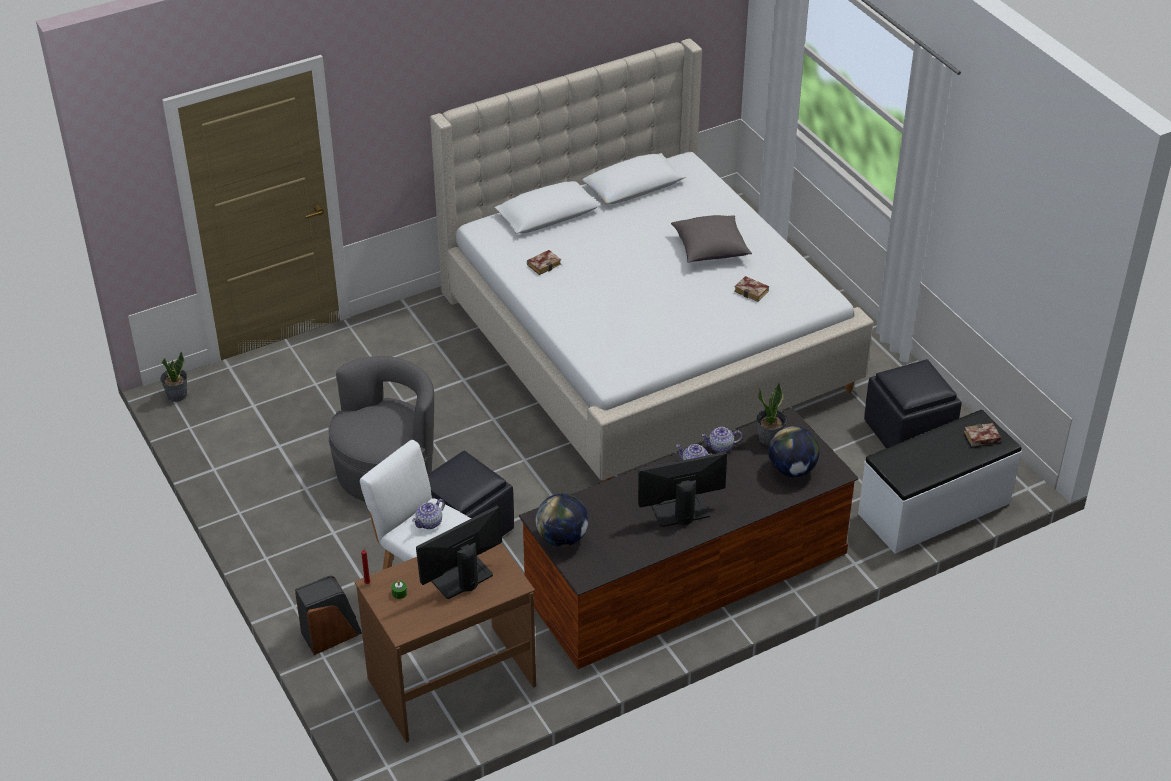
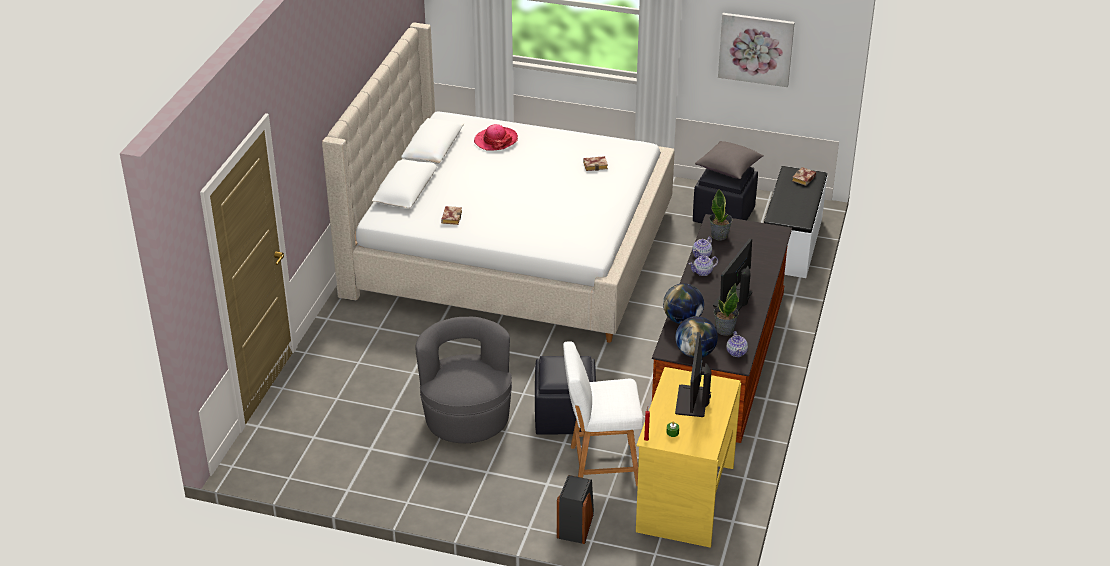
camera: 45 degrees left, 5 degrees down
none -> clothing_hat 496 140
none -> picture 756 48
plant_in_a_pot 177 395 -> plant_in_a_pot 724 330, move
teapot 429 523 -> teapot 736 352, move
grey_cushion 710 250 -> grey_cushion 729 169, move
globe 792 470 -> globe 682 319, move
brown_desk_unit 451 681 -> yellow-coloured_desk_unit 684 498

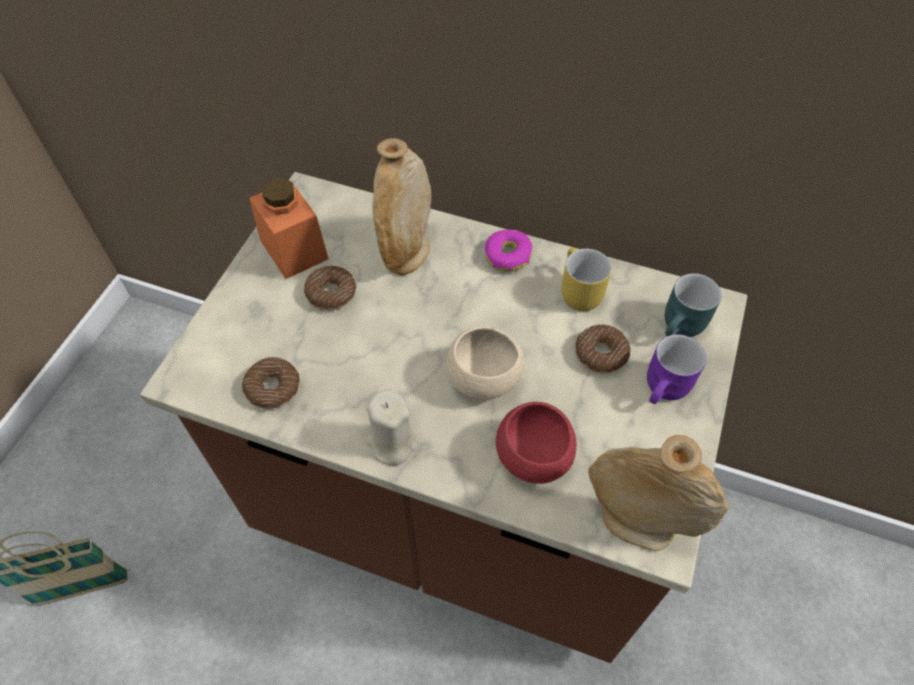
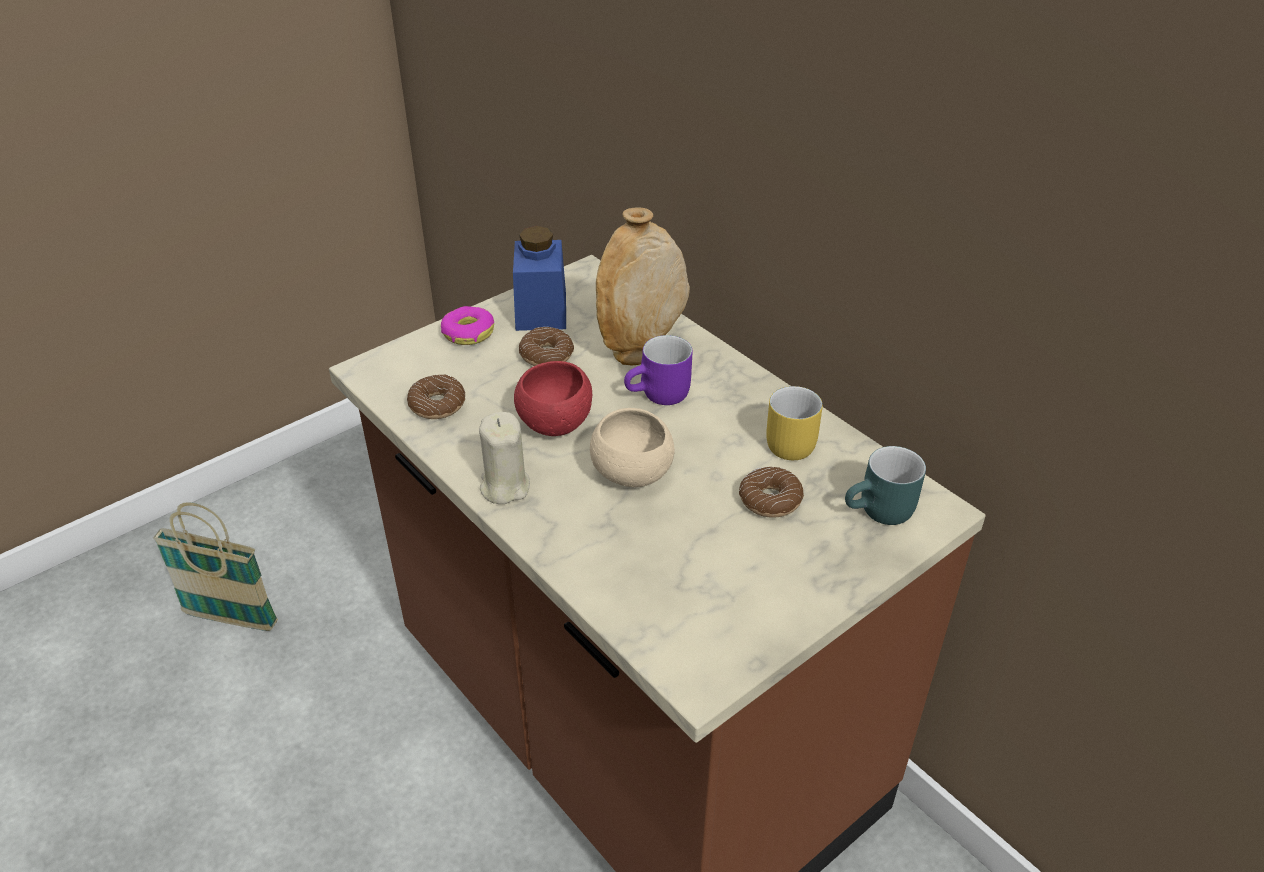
camera: 30 degrees right, 15 degrees down
sand-coloured_vase 637 523 -> none
donut 507 256 -> donut 468 333, move
reddish_serving_bowl 533 458 -> reddish_serving_bowl 554 423, move
purple_mug 667 390 -> purple_mug 660 396, move
orange_preserve_jar 294 249 -> bluish_preserve_jar 541 311

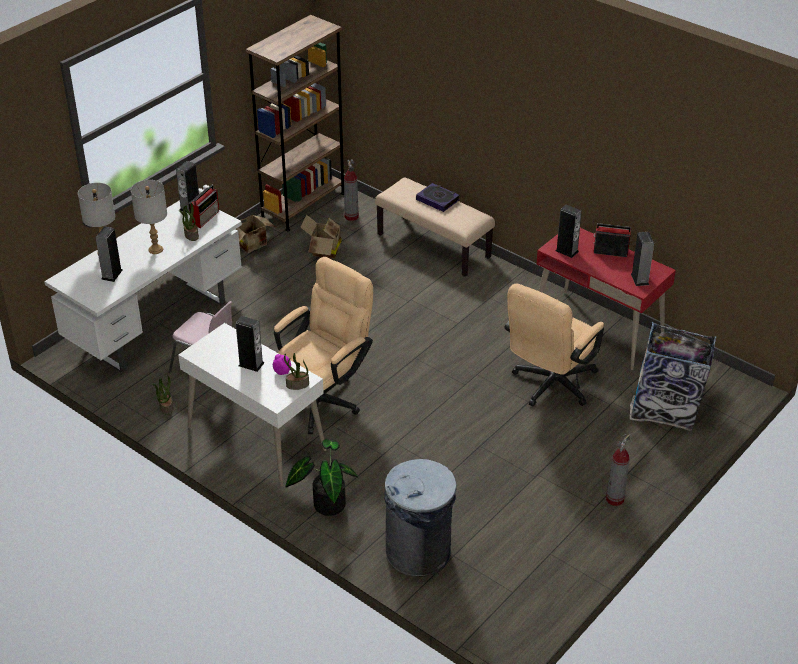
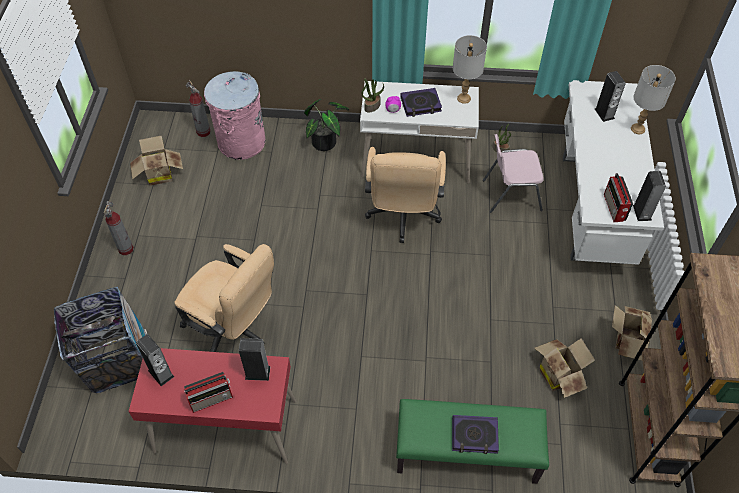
camera: 145 degrees right, 15 degrees up
plant_in_a_pot 191 235 -> none
none -> packing_box 158 174
grey_lamp_for_a_table 156 249 -> grey_lamp_for_a_table 463 98, move
extinguisher 351 216 -> extinguisher 203 132, move
speaker 251 364 -> bound_book 420 105
sand-coloured_indoor_bench 434 245 -> greenish_indoor_bench 466 454
grey_rubbish_bin 418 553 -> pinkish_rubbish_bin 241 142
sand-coloured_office_chair 549 386 -> sand-coloured_office_chair 233 329, 120 degrees clockwise

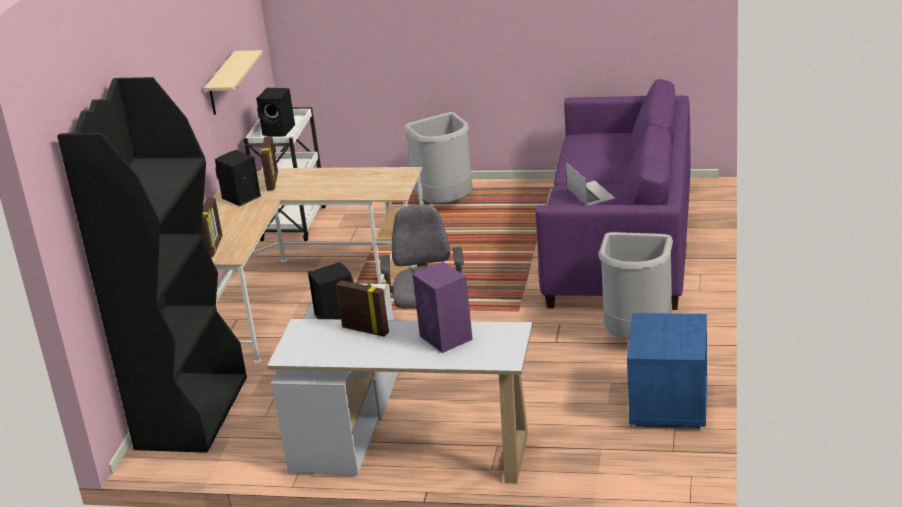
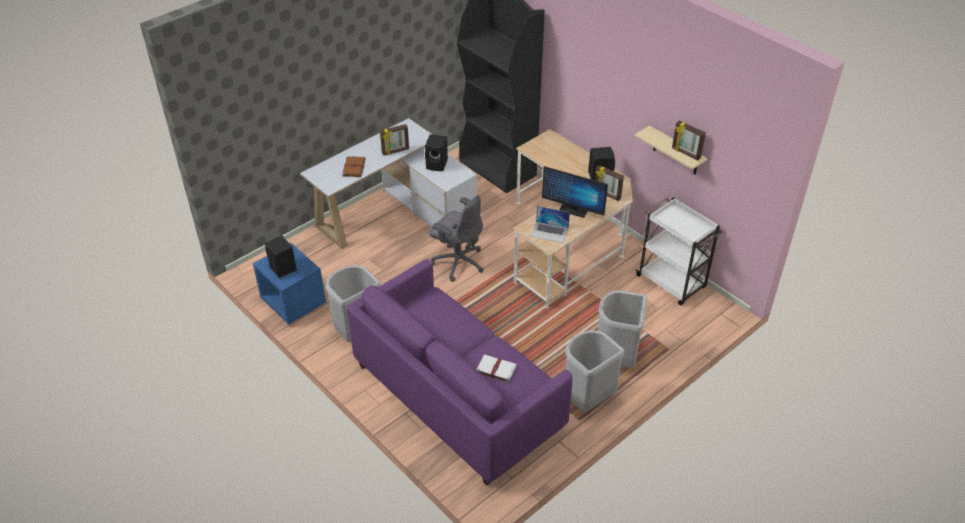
camera: 125 degrees right, 15 degrees up
none -> white_bound_book 495 369
none -> monitor 573 210
none -> grey_rubbish_bin 587 399
standing_frame 214 247 -> standing_frame 685 153, move
black-coloured_speaker 280 130 -> black-coloured_speaker 282 268, move
laptop 590 193 -> laptop 549 232, move
purple_speaker 446 338 -> brown_bound_book 354 167

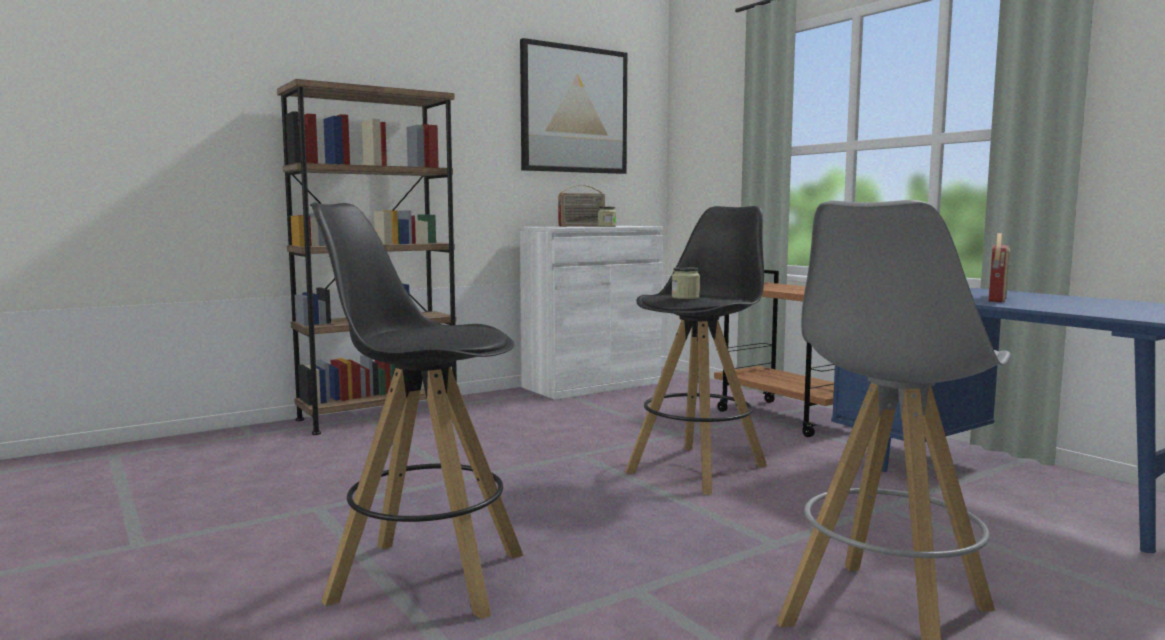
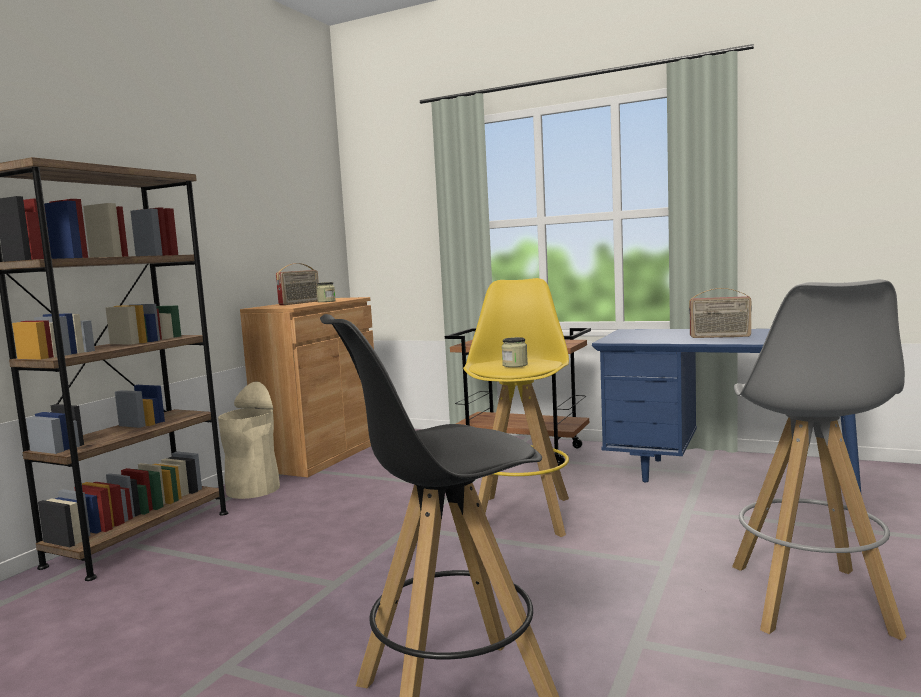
camera: 30 degrees left, 0 degrees up
picture 574 110 -> none
none -> sand-coloured_rubbish_bin 253 489
white_cupboard 591 385 -> brown_cupboard 321 455
black-coloured_stool_seat 698 468 -> yellow-coloured_stool_seat 522 514
radio_receiver 998 298 -> radio_receiver 720 337, 105 degrees clockwise

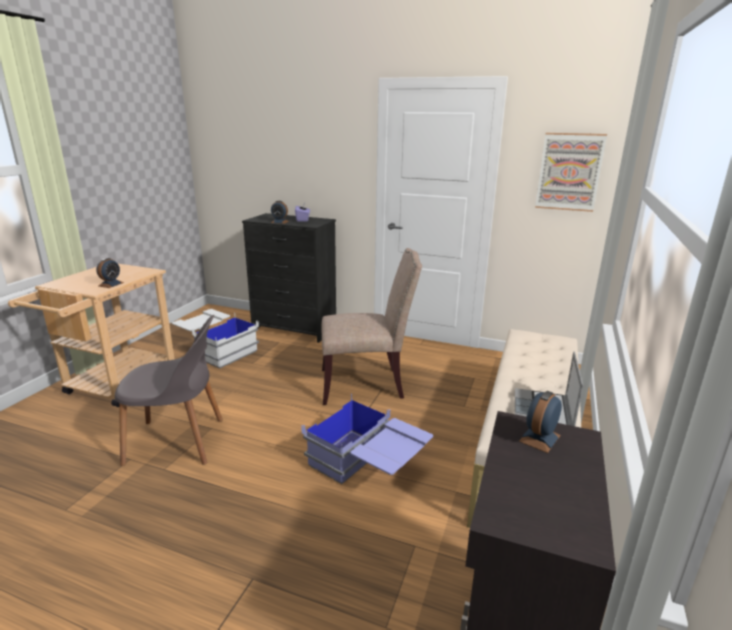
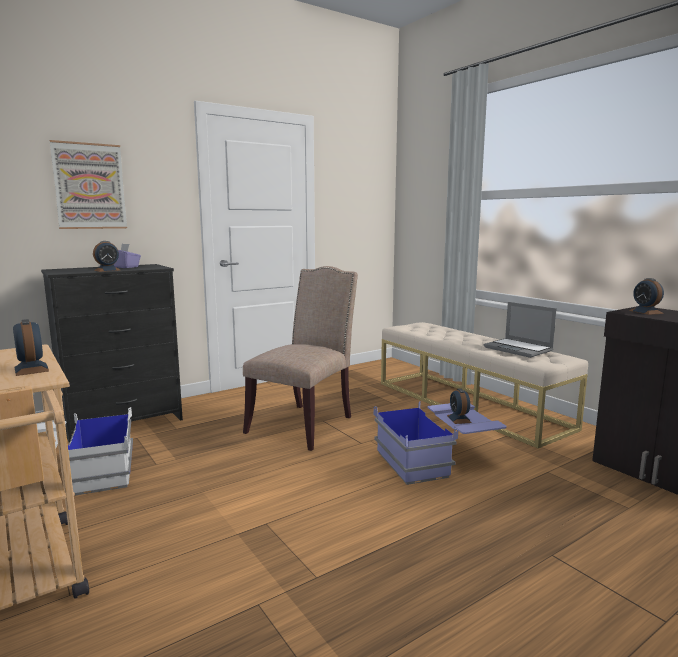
camera: 55 degrees left, 10 degrees down
grey_upright_chair 178 441 -> none
none -> alarm_clock 459 419
picture 569 172 -> picture 89 186, move

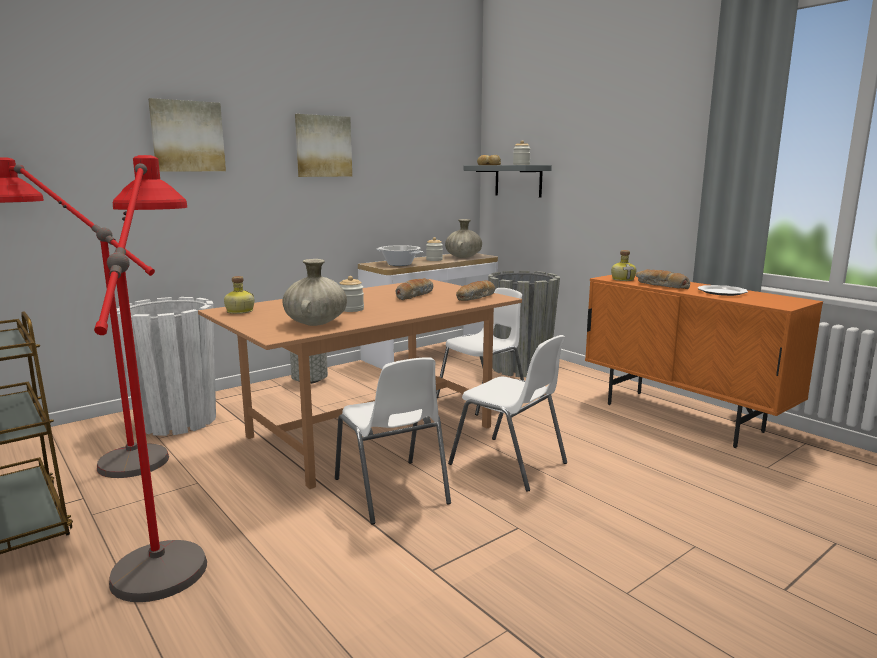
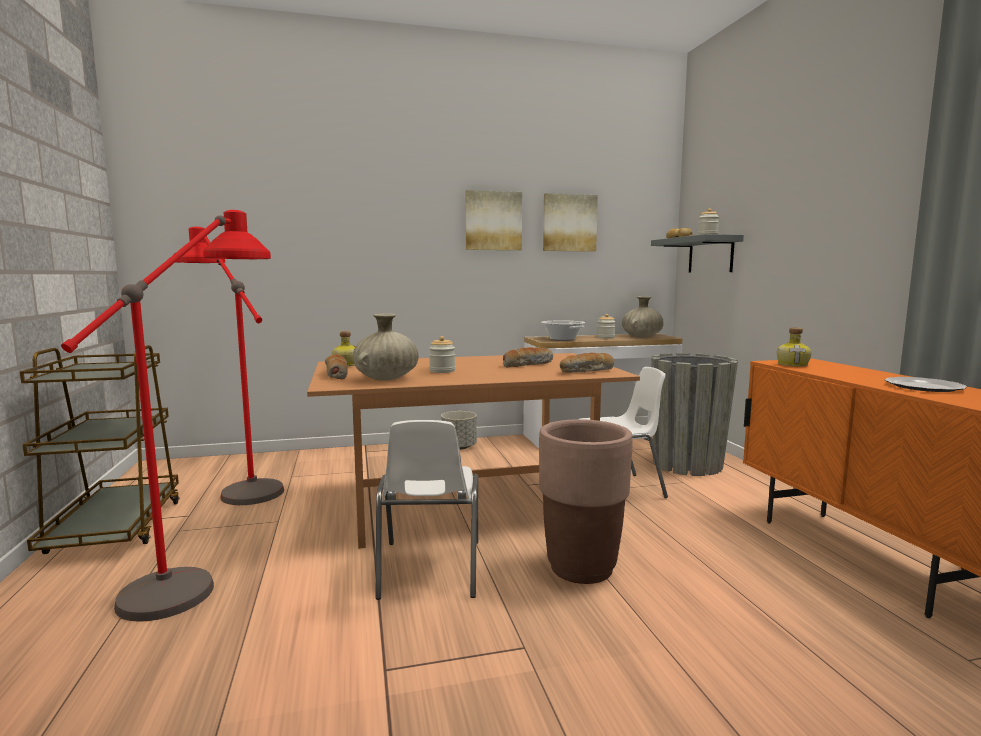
camera: 25 degrees right, 5 degrees down
white_flower_pot 177 421 -> none
picture 187 136 -> picture 569 223, move
bread 661 286 -> bread 336 374, move
white_upright_chair 509 464 -> brown_flower_pot 581 568

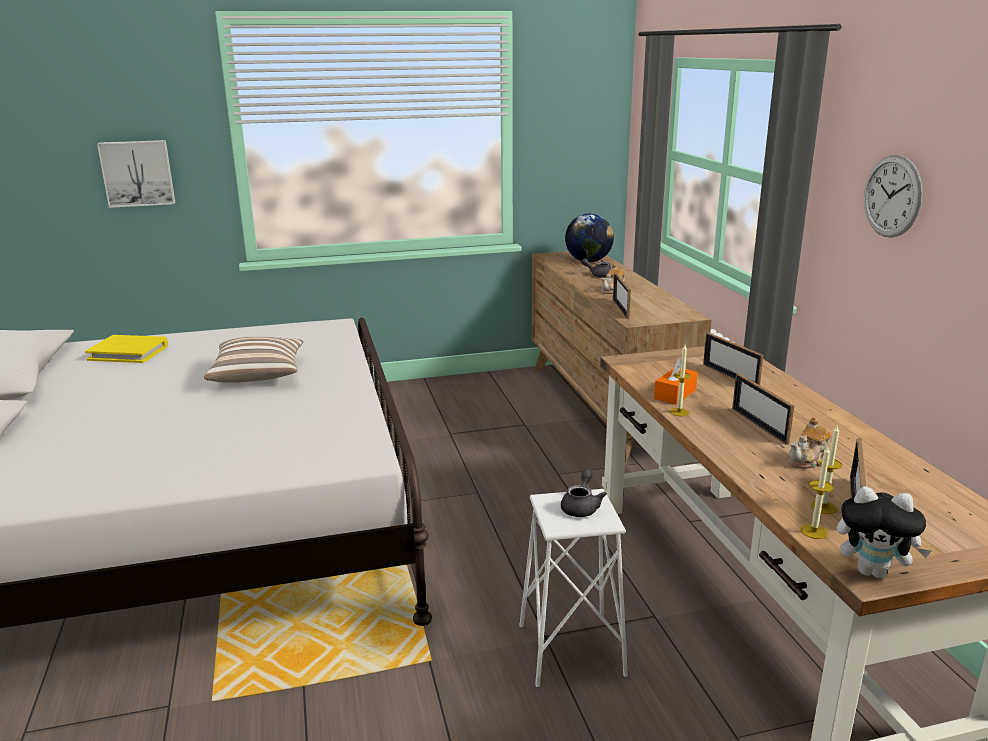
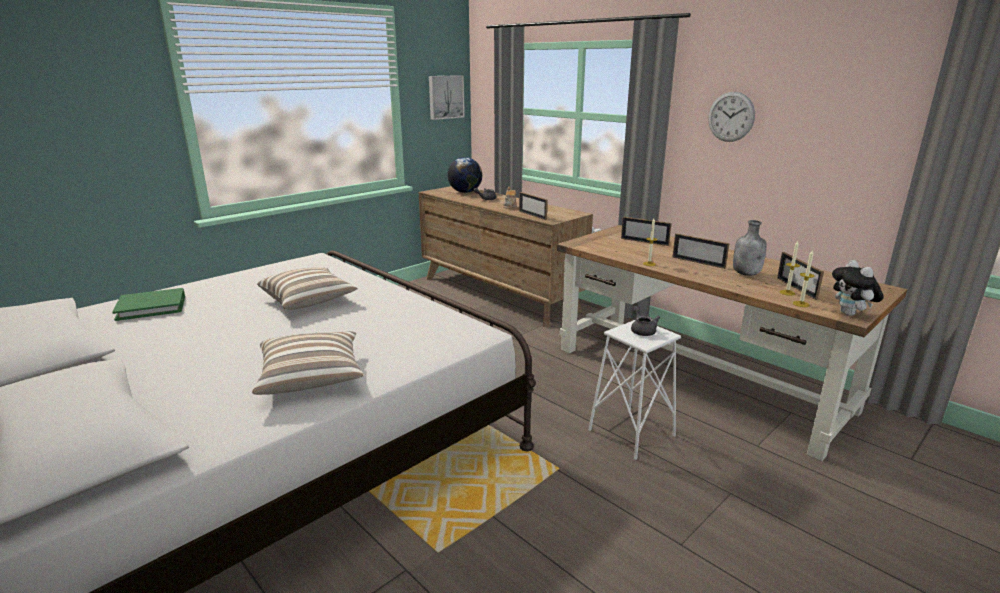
camera: 30 degrees left, 0 degrees up
orange_box_of_tissues 675 394 -> none
none -> cushion 311 378
picture 137 173 -> picture 445 97, move
teapot 808 461 -> grey_beverage_bottle 746 274
yellow-coloured_bound_book 129 352 -> greenish_bound_book 151 307
cuddly_toy 873 572 -> cuddly_toy 850 314, 90 degrees clockwise

